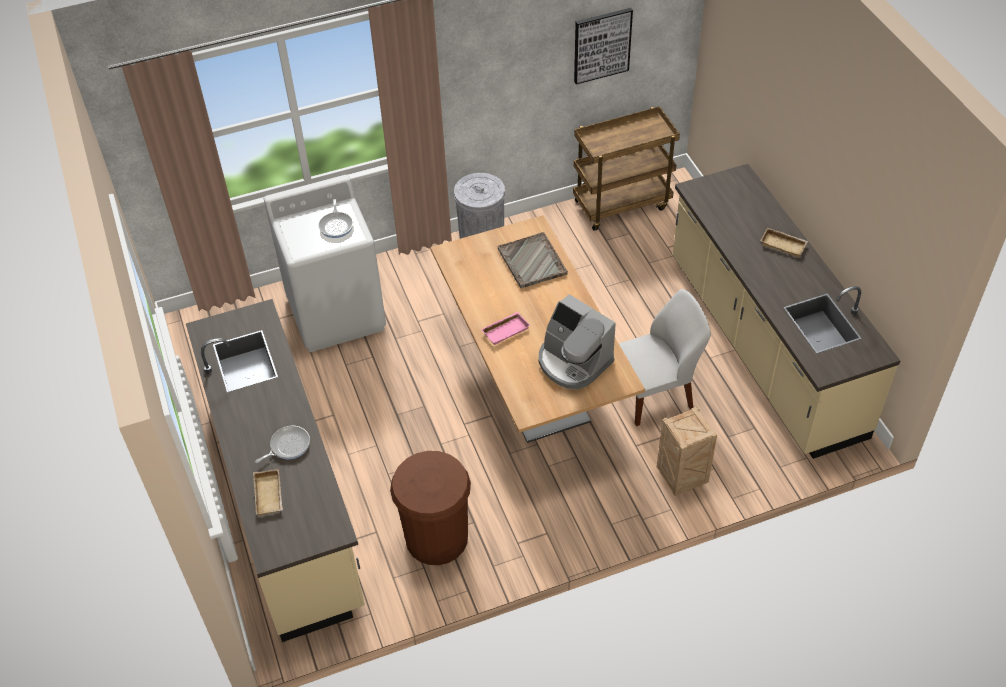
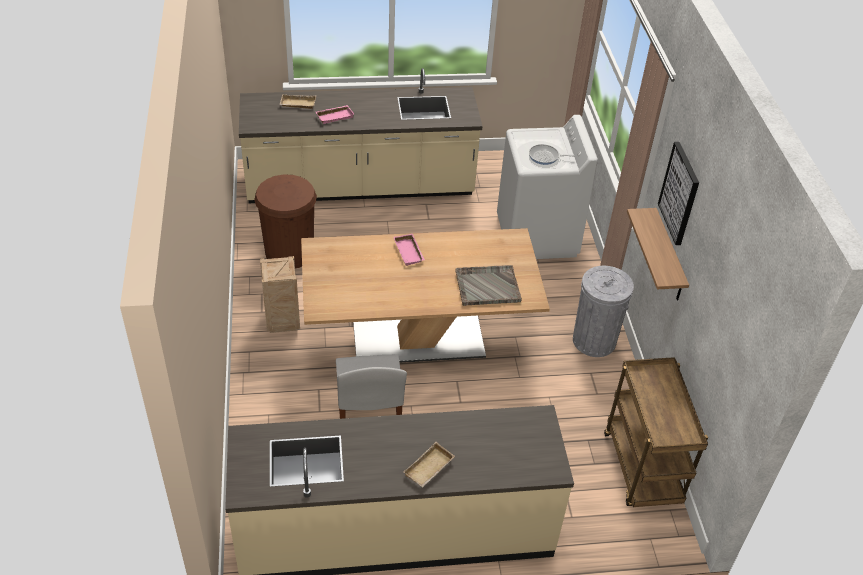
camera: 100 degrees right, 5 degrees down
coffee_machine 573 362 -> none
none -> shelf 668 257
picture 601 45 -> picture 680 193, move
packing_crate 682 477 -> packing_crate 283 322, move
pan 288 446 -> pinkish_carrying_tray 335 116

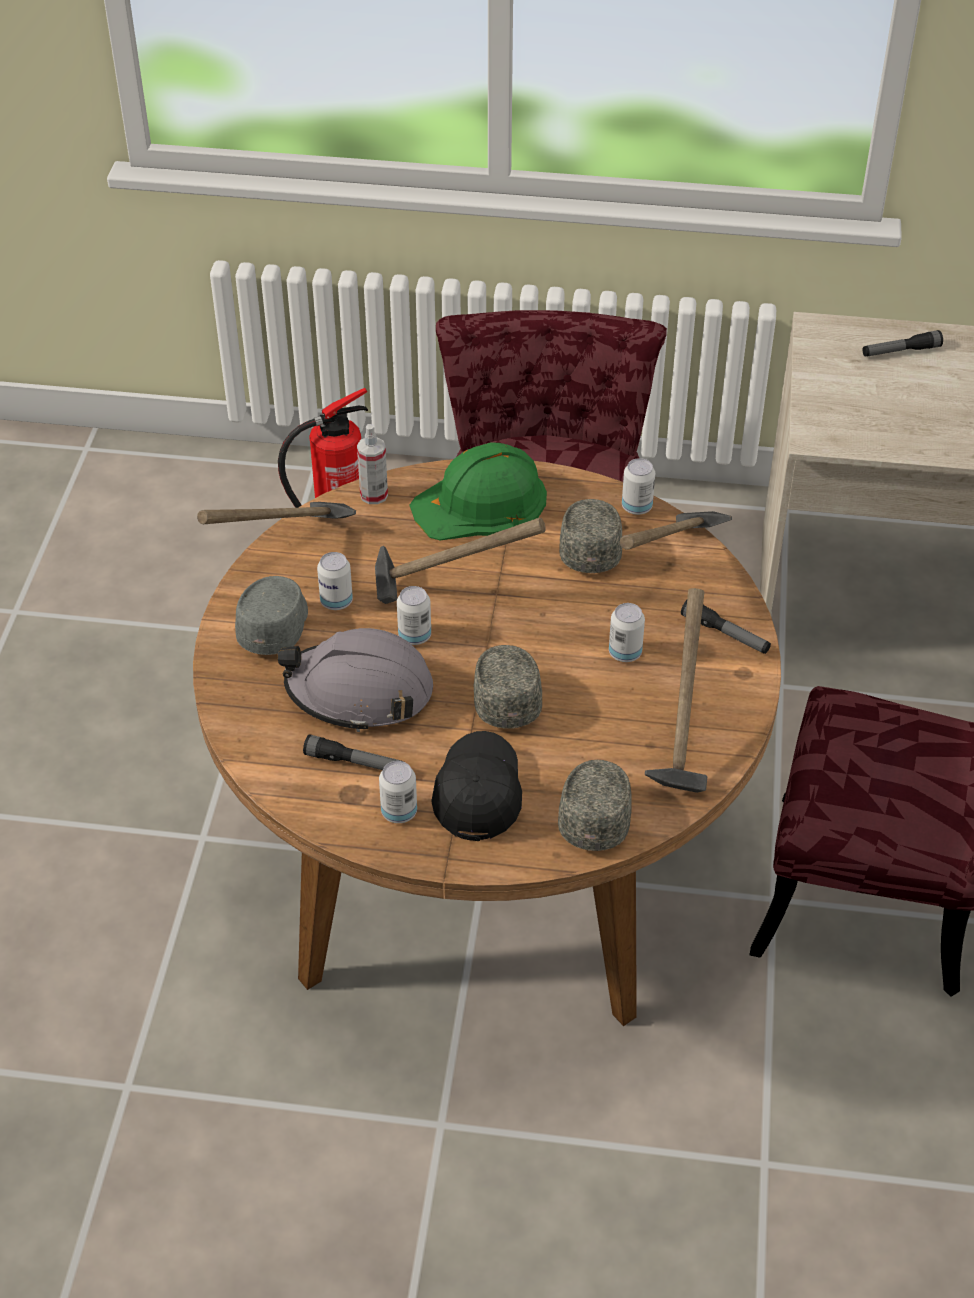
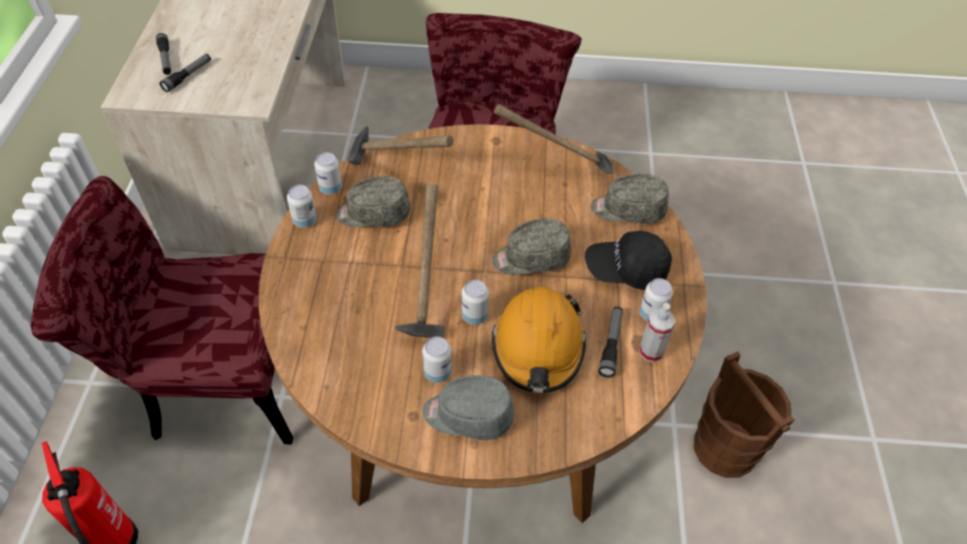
camera: 95 degrees left, 5 degrees up
hand_hammer 285 554 -> none
greenish_safety_helmet 481 503 -> none
none -> brown_bucket 725 448
spray_bottle 374 495 -> spray_bottle 651 352, move
can 625 653 -> can 305 221, move
torch 725 634 -> torch 188 76, move
grey_safety_helmet 360 692 -> orange_safety_helmet 538 347

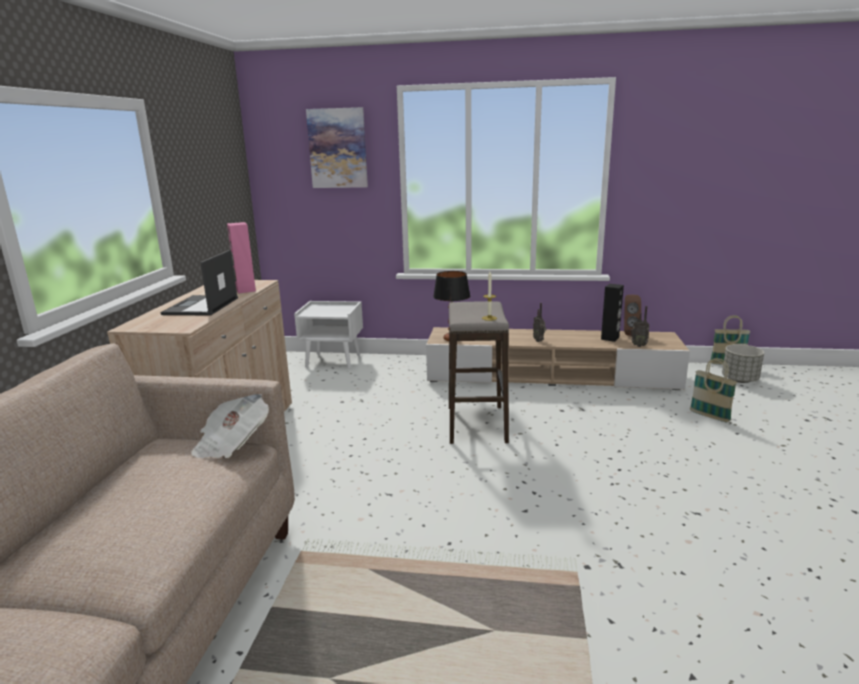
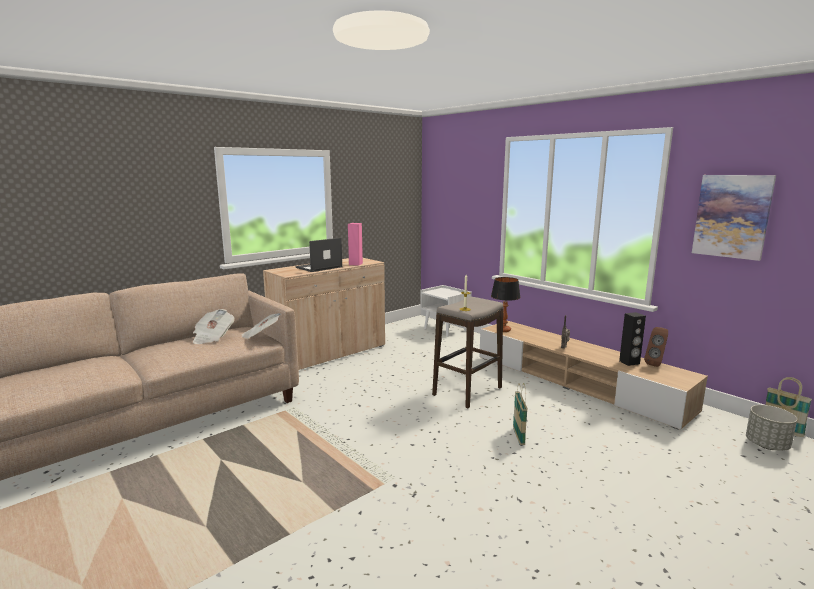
camera: 40 degrees right, 5 degrees down
radio_receiver 638 345 -> none
none -> printed_paper 212 337
picture 338 148 -> picture 732 216, move
household_basket 709 416 -> household_basket 518 436, move

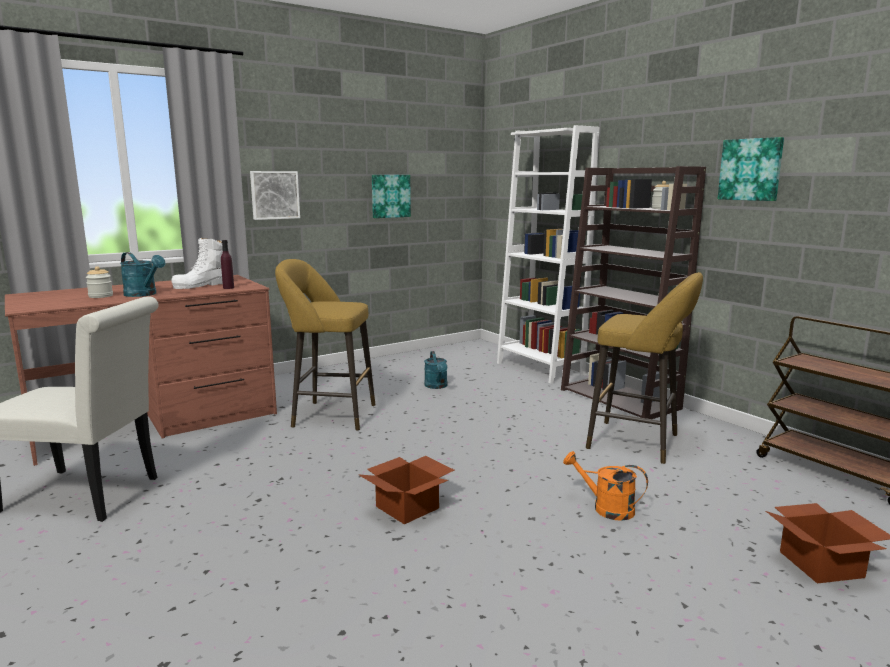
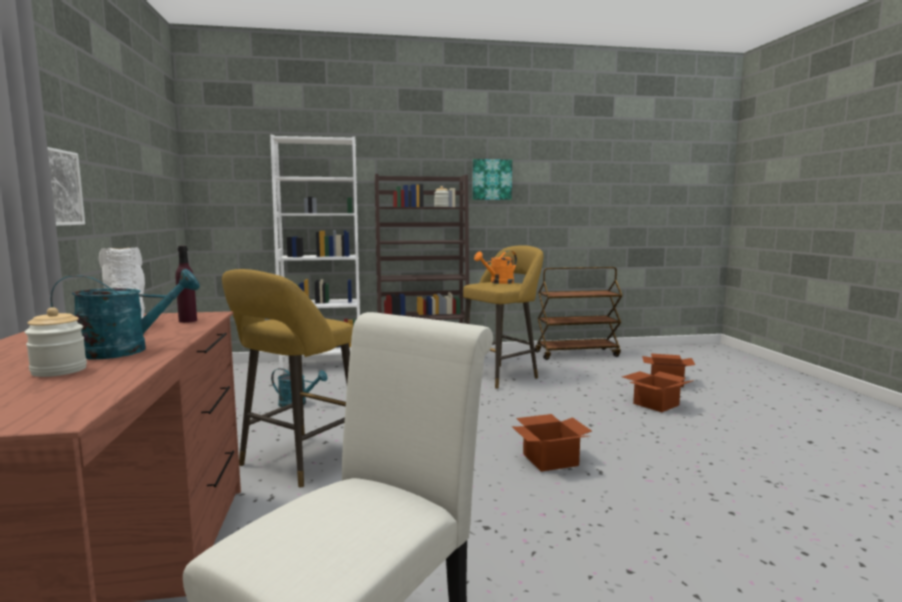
camera: 65 degrees left, 5 degrees down
picture 390 196 -> none
none -> packing_box 655 404
orange_watering_pot 606 508 -> orange_watering_pot 498 282, move

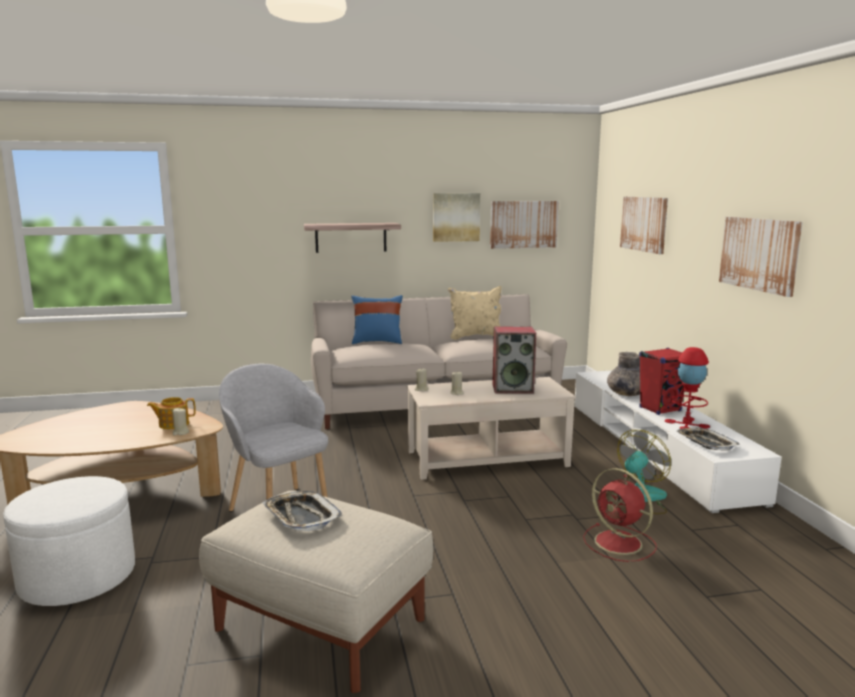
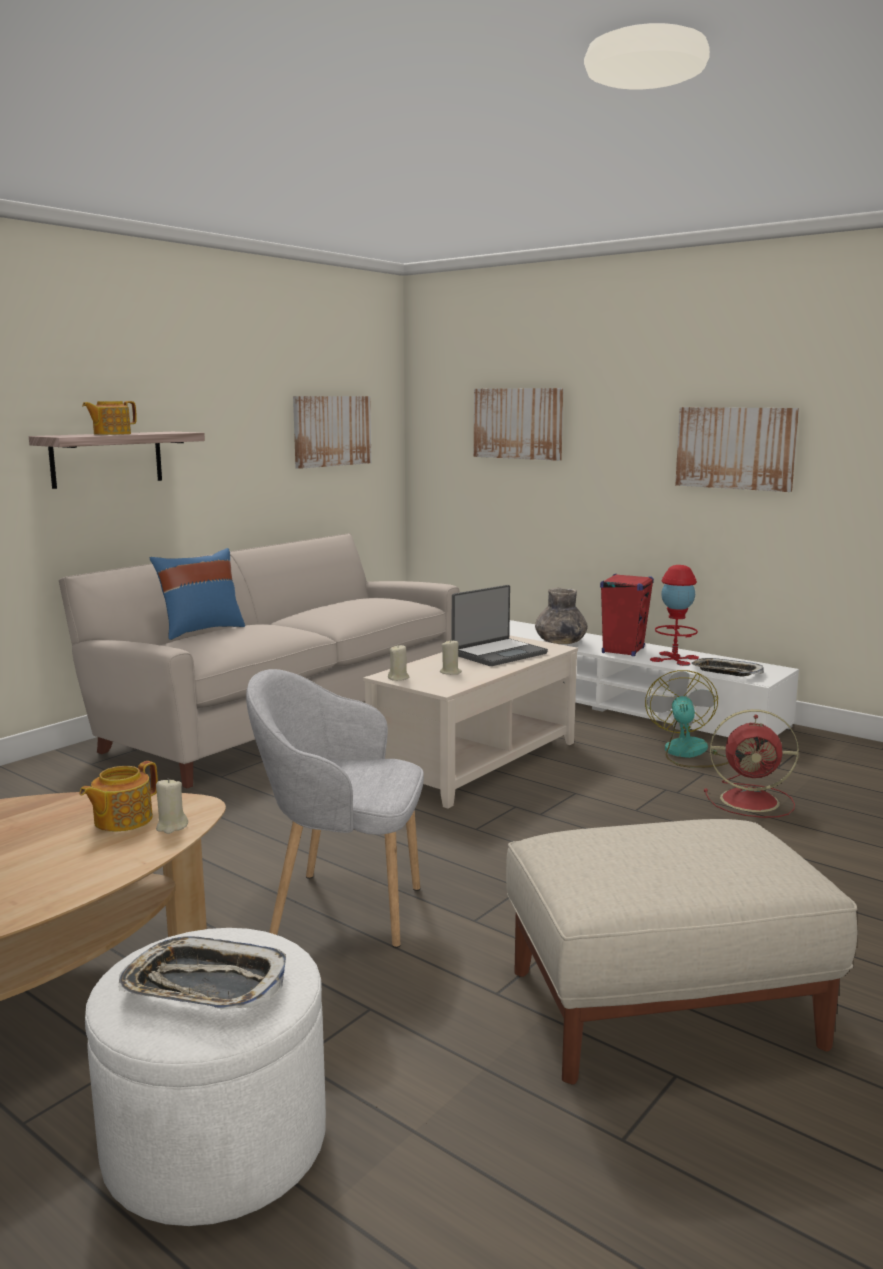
camera: 40 degrees left, 0 degrees up
picture 456 217 -> none
sand-coloured_cushion 475 337 -> none
none -> teapot 111 434
carrying_tray 301 516 -> carrying_tray 204 986, move
speaker 513 388 -> laptop 498 654

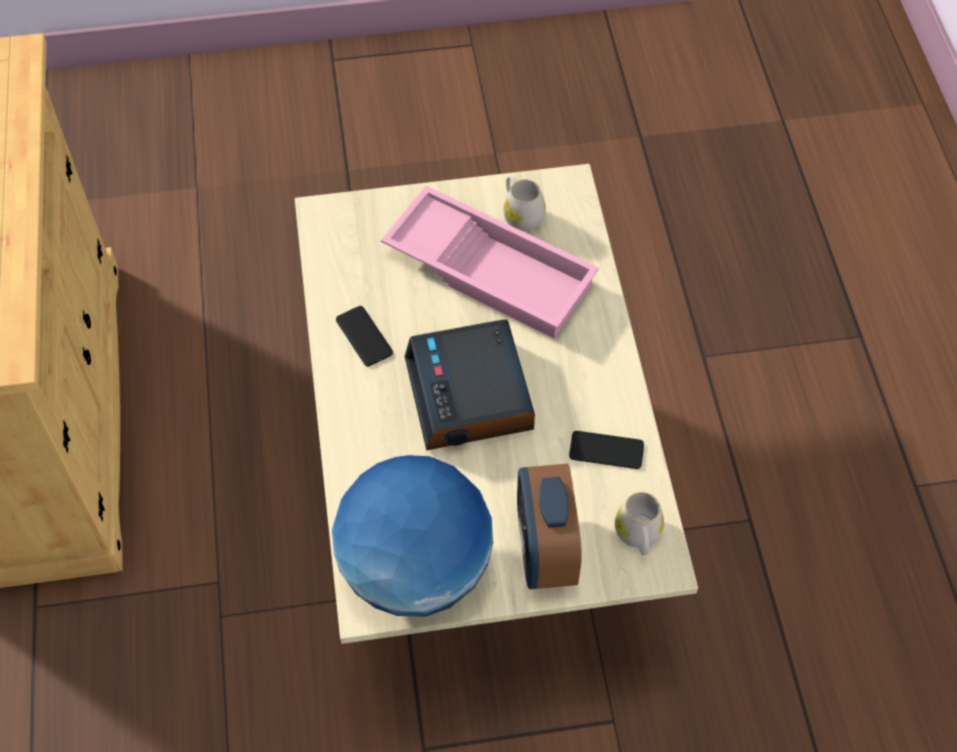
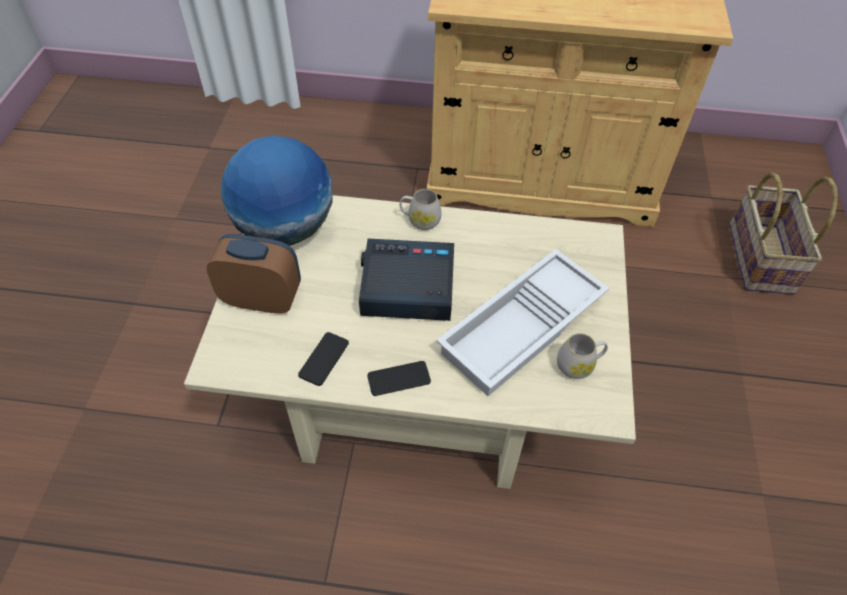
camera: 105 degrees right, 5 degrees down
none -> household_basket 758 257
phone 364 336 -> phone 399 378, move
white_mug 638 536 -> white_mug 420 220, move
pinkish_carrying_tray 492 269 -> white_carrying_tray 523 330

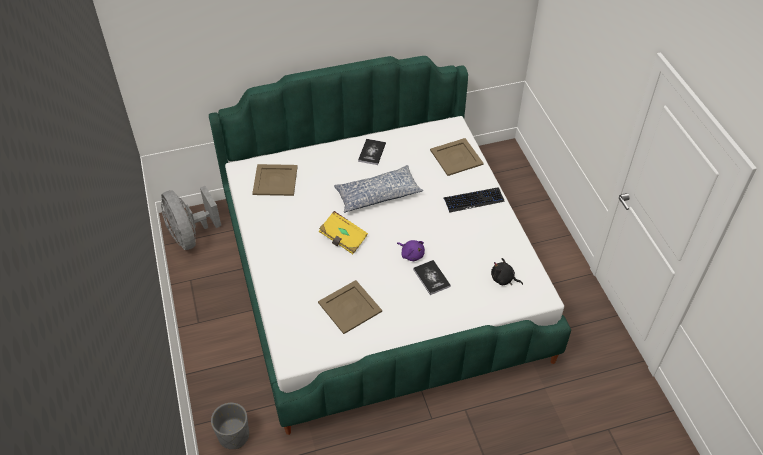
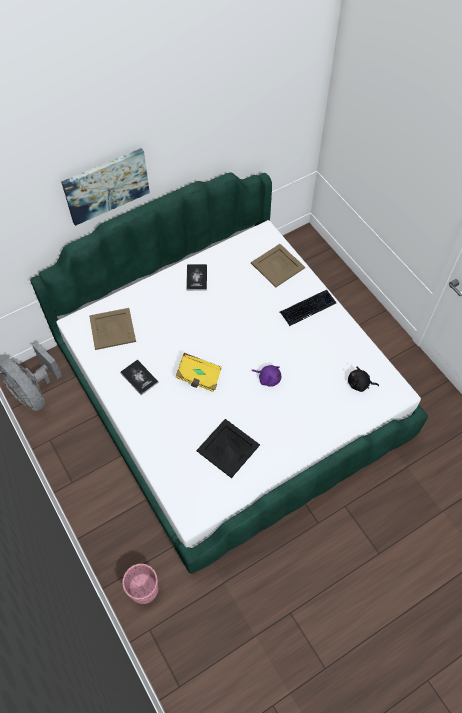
camera: 15 degrees left, 10 degrees up
cushion 377 194 -> none
none -> picture 106 185
bound_book 431 278 -> bound_book 139 377, move
grey_flower_pot 233 435 -> pinkish_flower_pot 143 589
sand-coloured_carrying_tray 350 306 -> black-coloured_carrying_tray 228 447

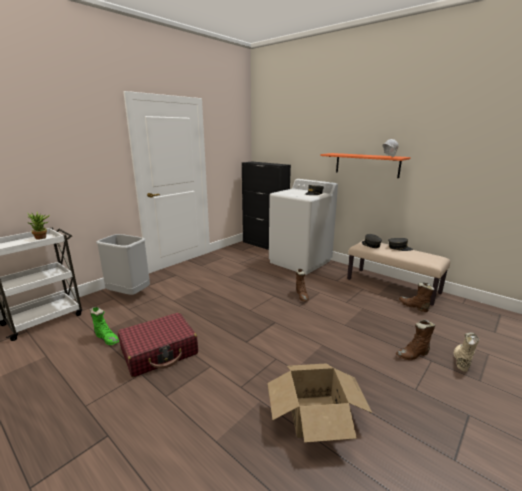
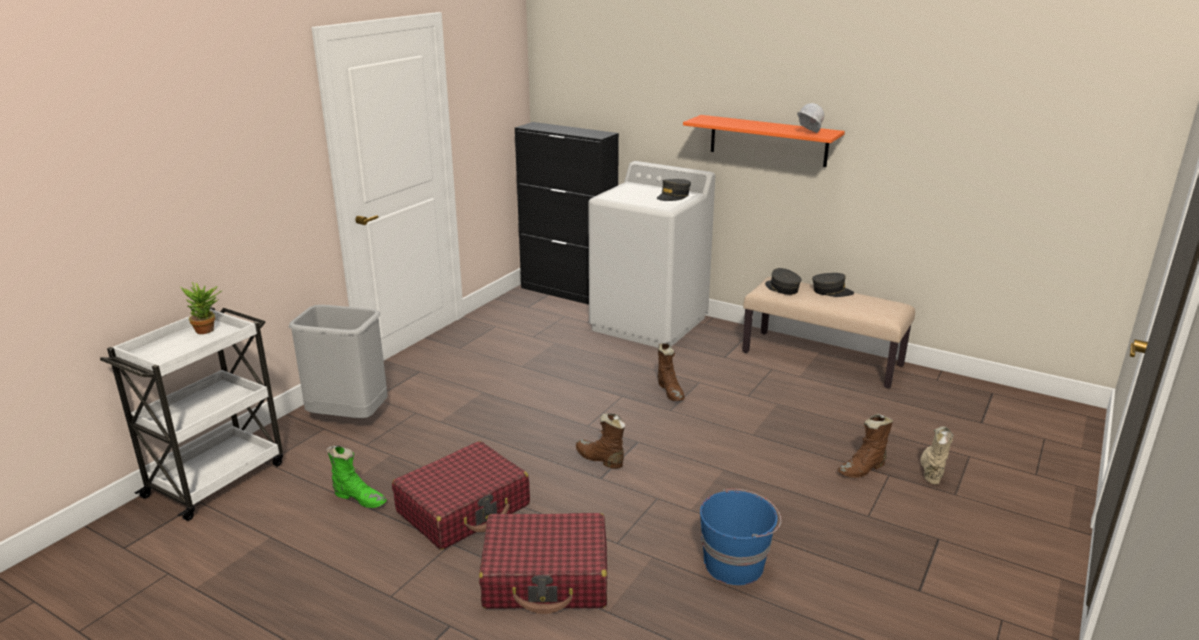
camera: 10 degrees left, 5 degrees up
none -> reddish_piece_of_luggage 546 577
brown_tall_boot 413 306 -> brown_tall_boot 600 459, move
packing_box 315 415 -> bluish_bucket 735 564

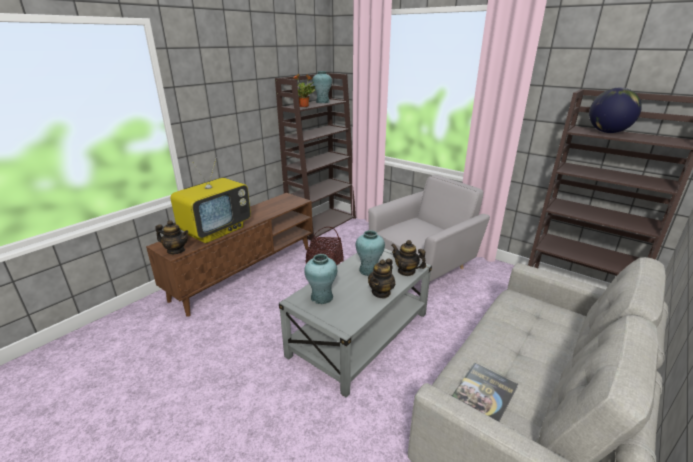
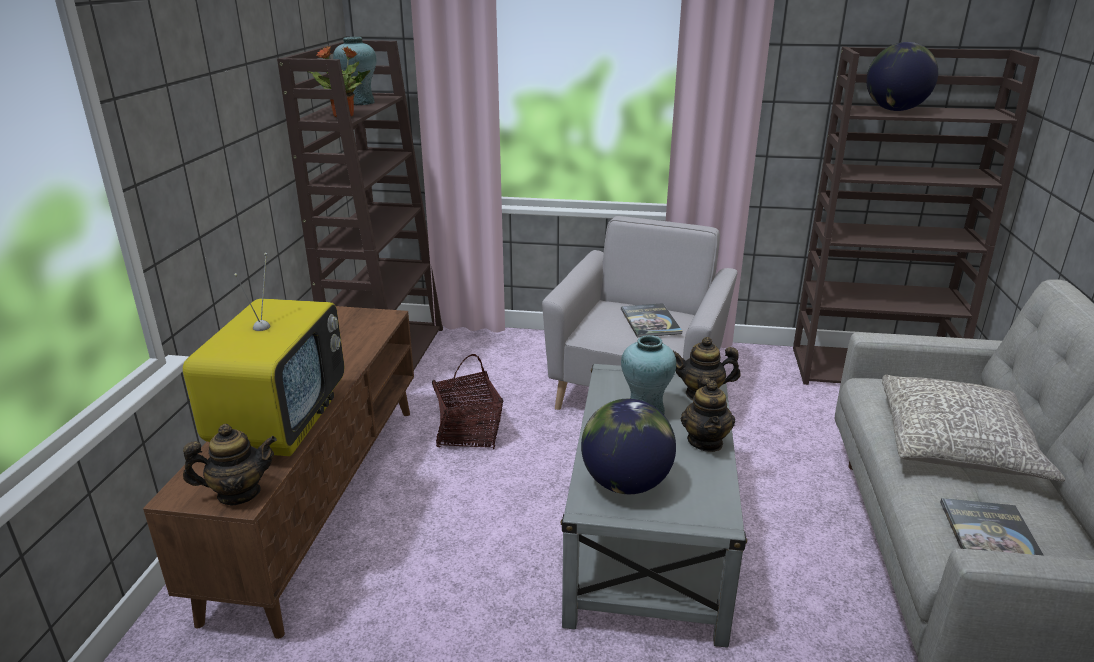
camera: 30 degrees left, 0 degrees up
none -> bound_book 650 321
none -> grey_cushion 957 445
blue-green_vase 322 297 -> globe 625 484

